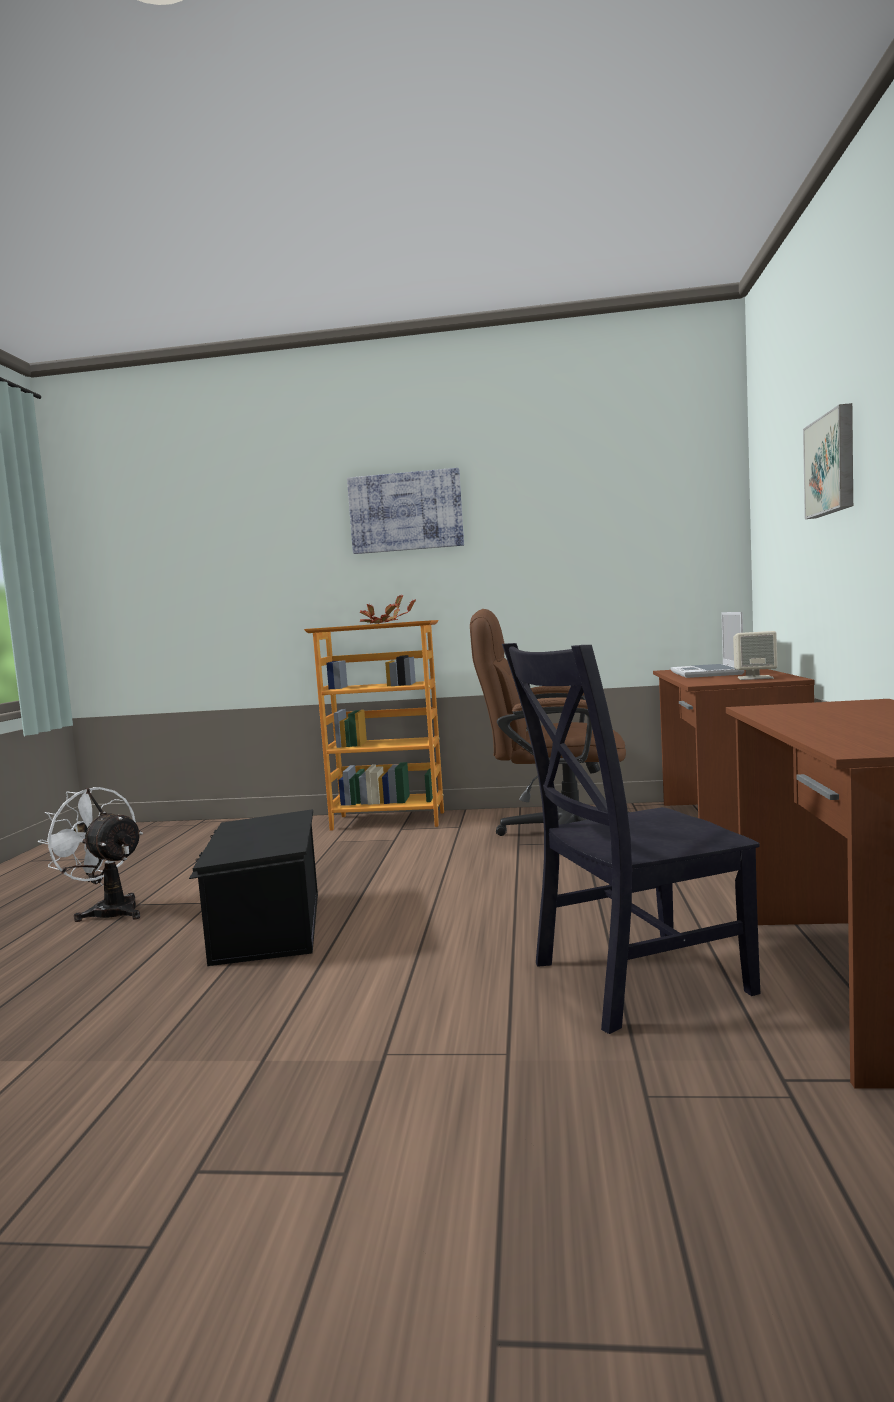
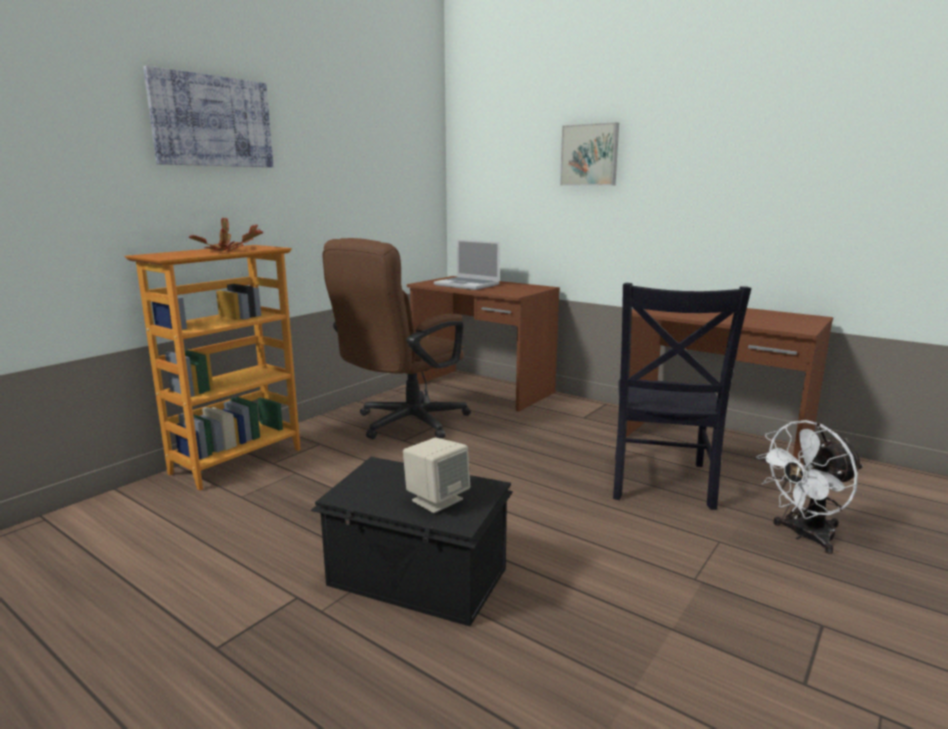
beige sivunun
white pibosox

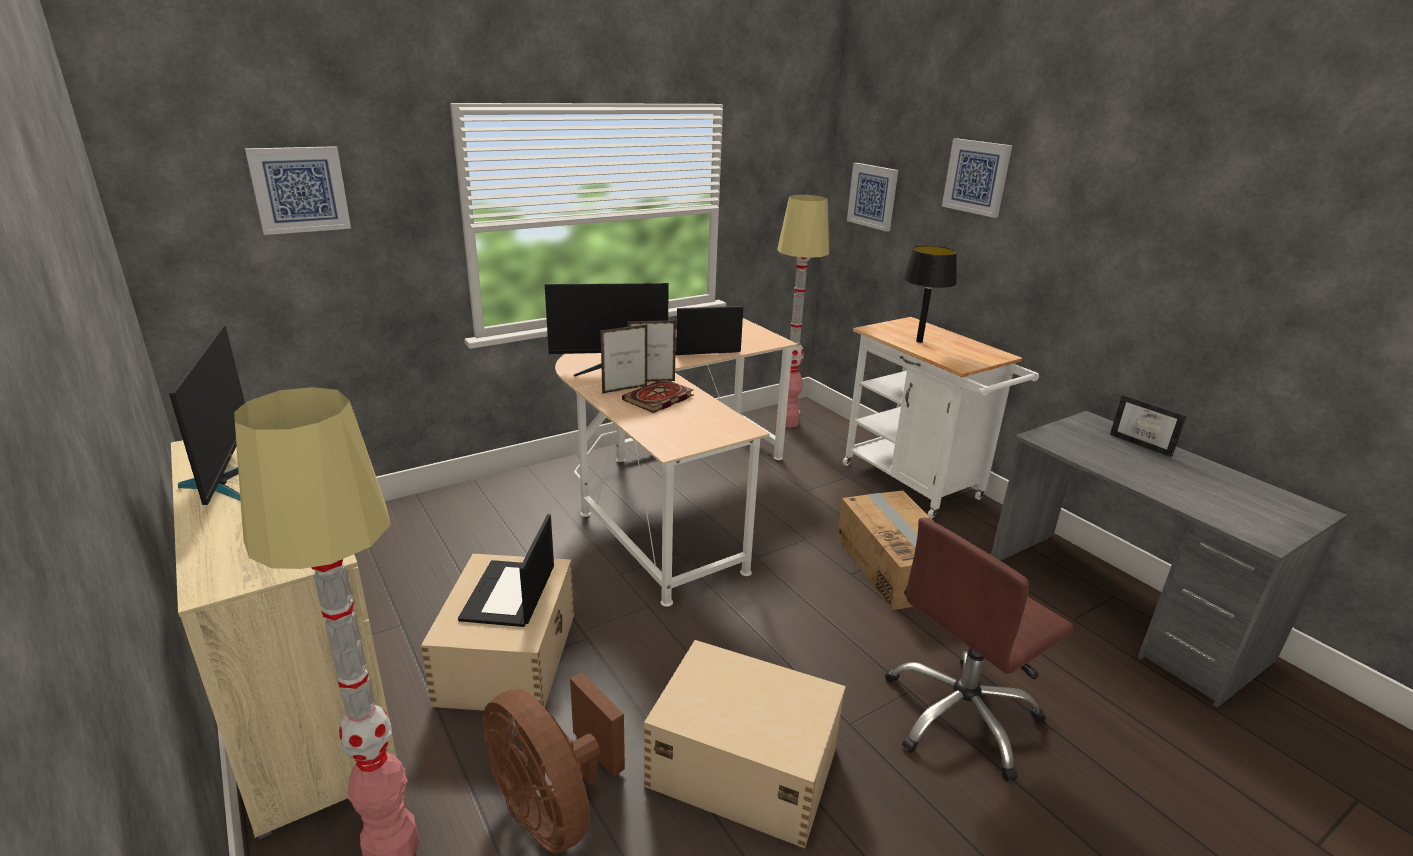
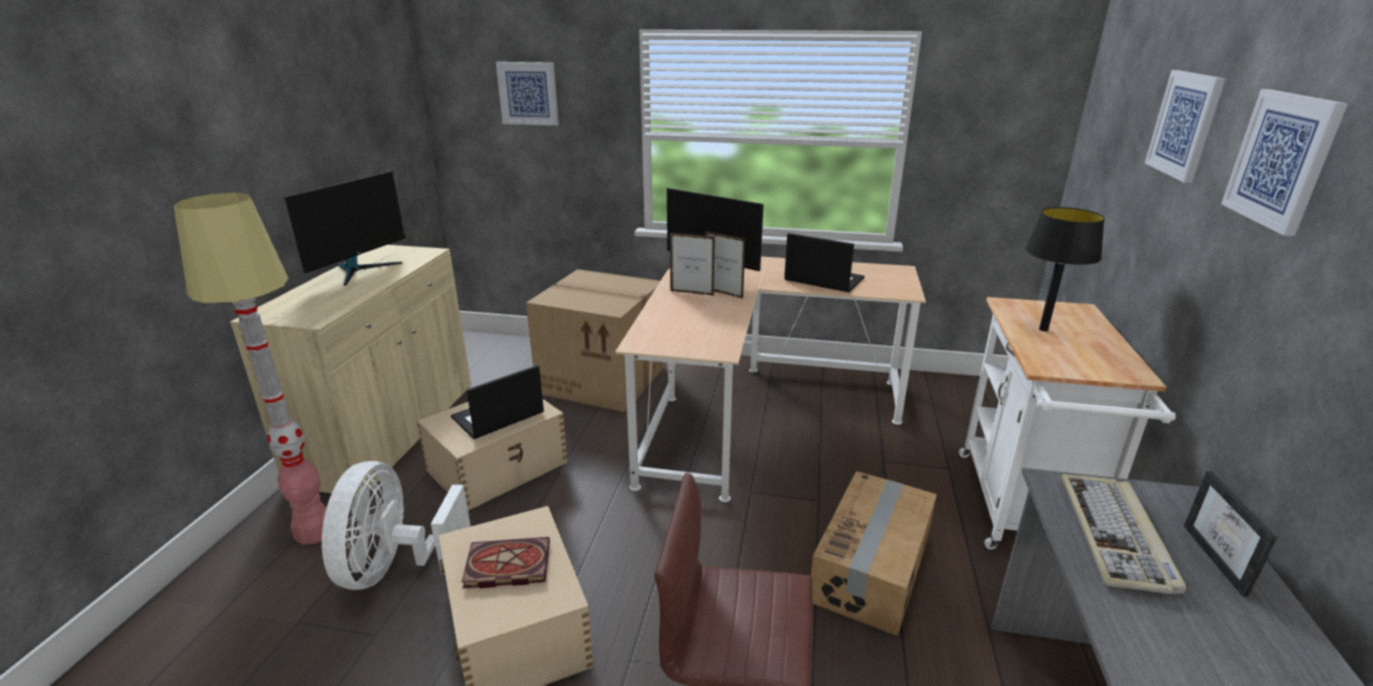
white pibosox
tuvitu
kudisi (1st from left)
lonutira
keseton (3rd from left)
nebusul (2nd from left in the first image)

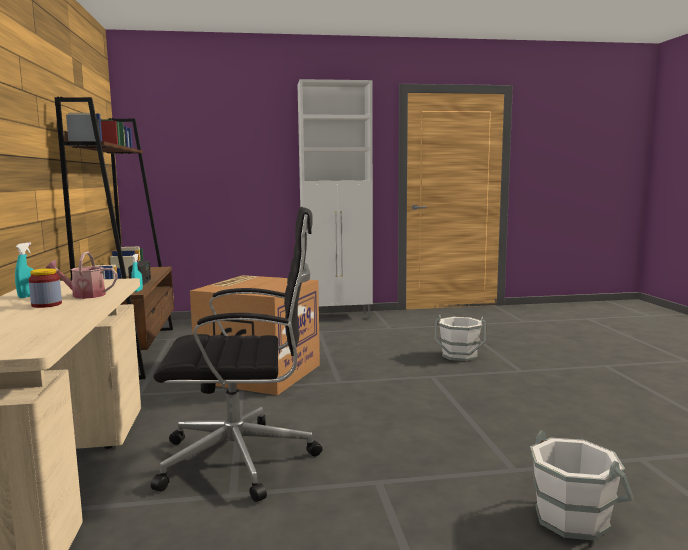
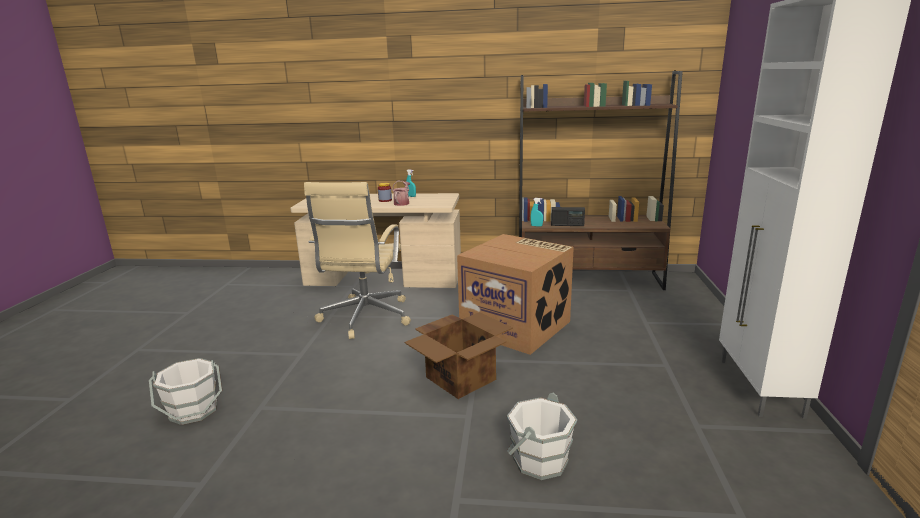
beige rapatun
kudisi (1st from left)

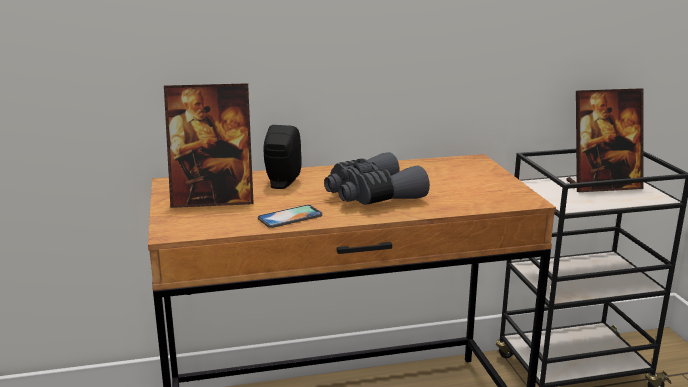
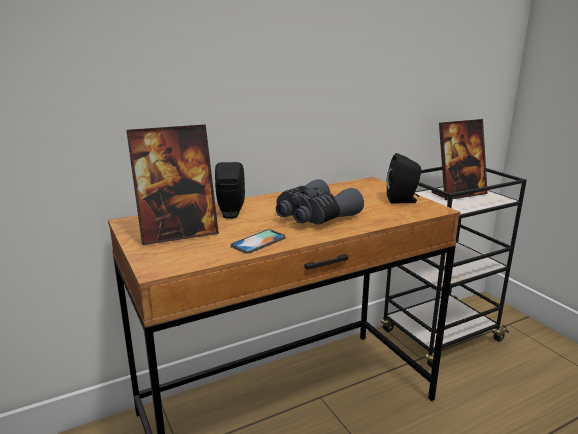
black sivunun (2nd from left)

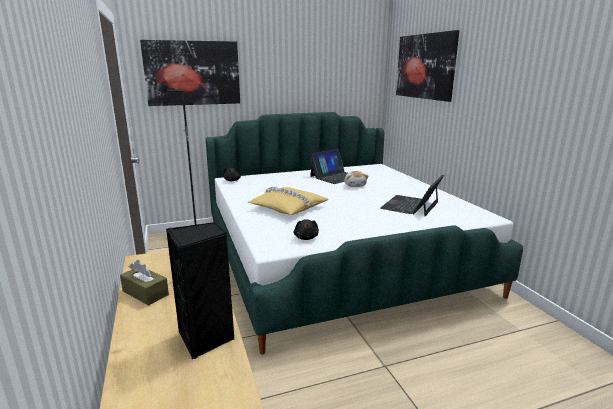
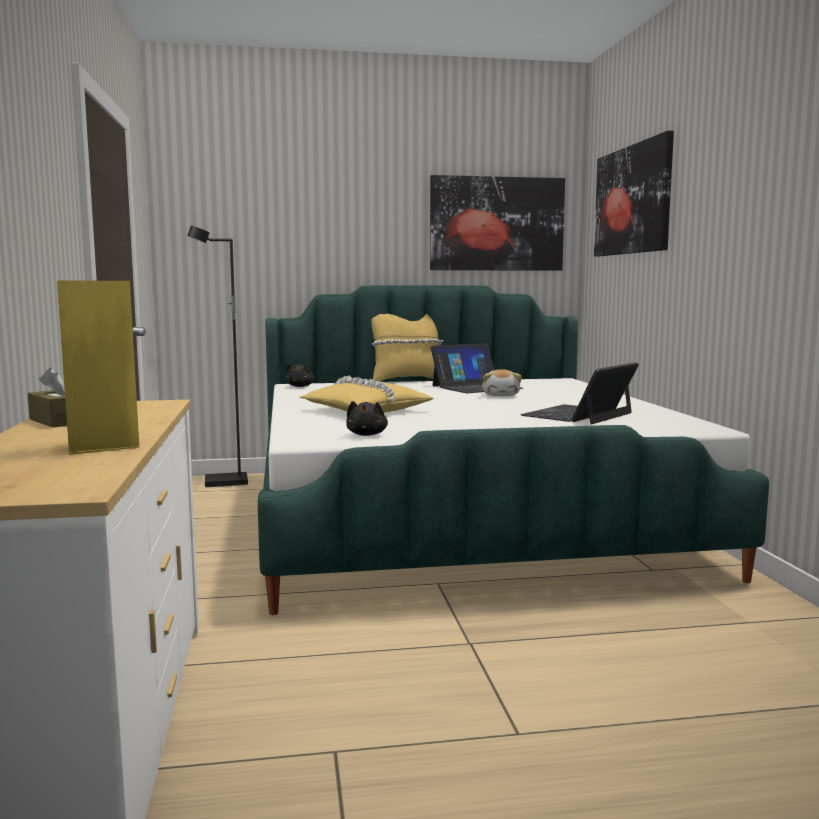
yellow sivunun
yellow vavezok (2nd from left)
keseton (1st from left)

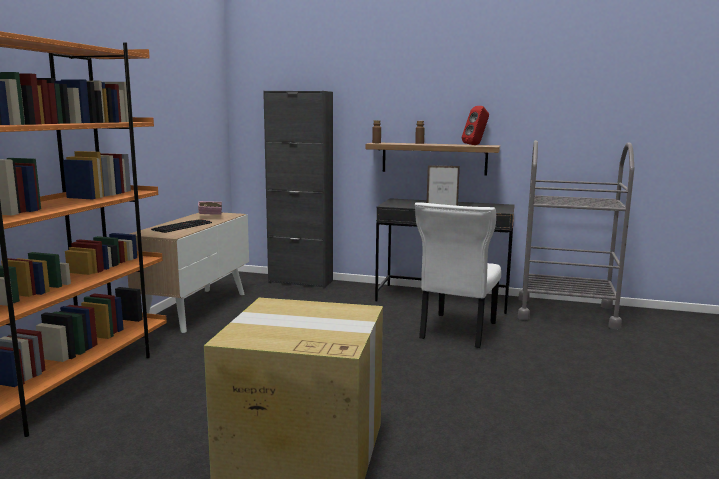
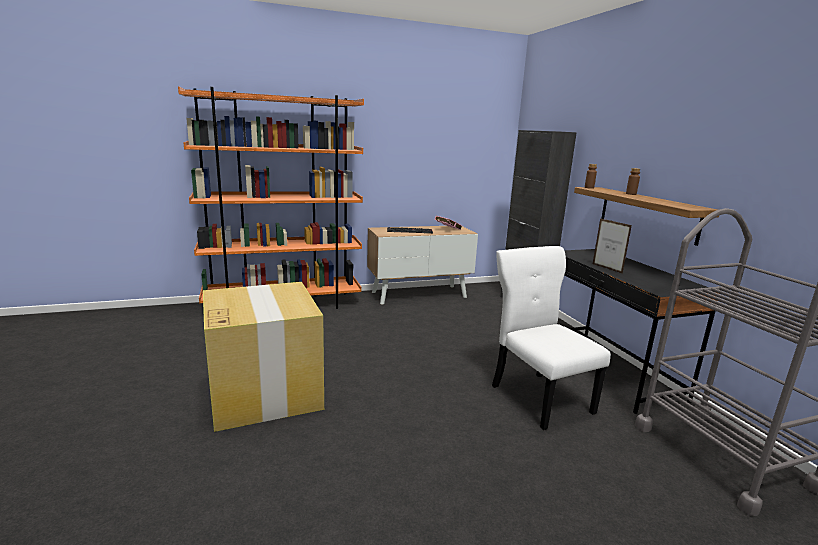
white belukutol
red sivunun

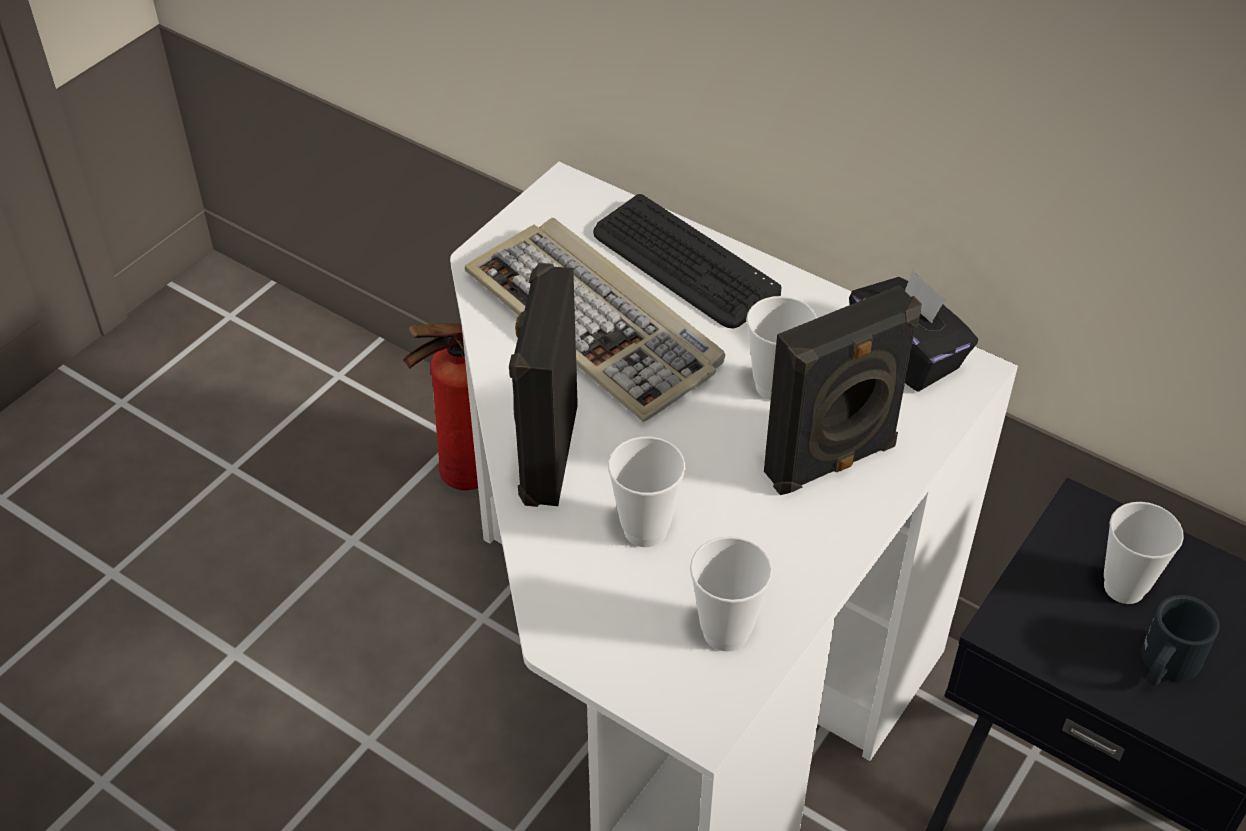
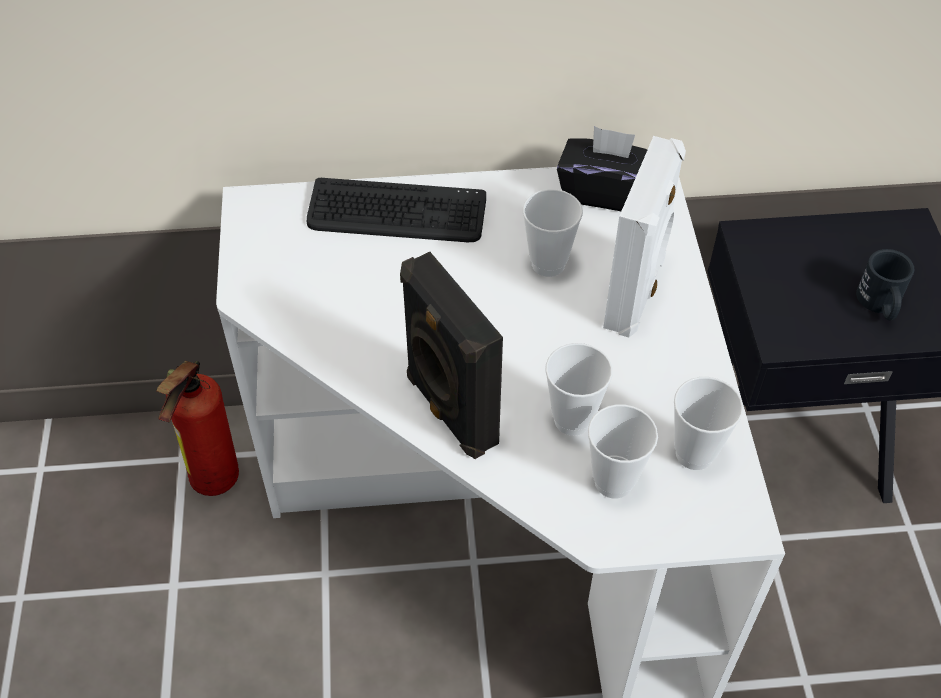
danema (3rd from left)
white sivunun
lonutira (1st from left in the first image)

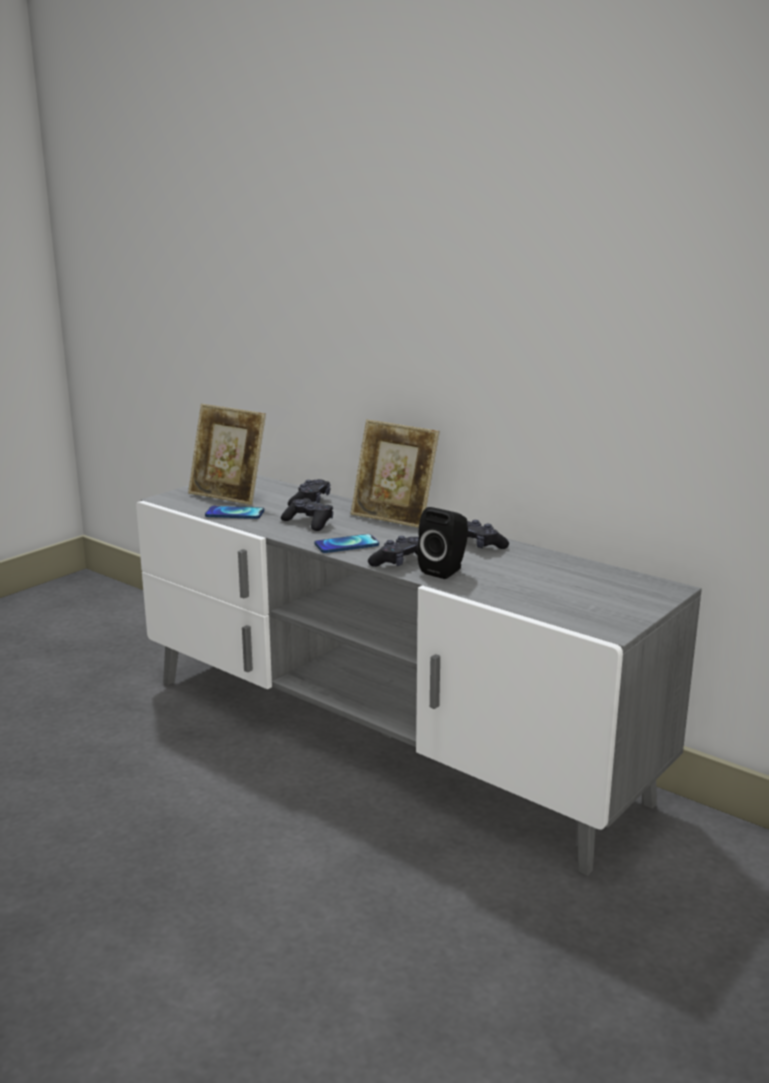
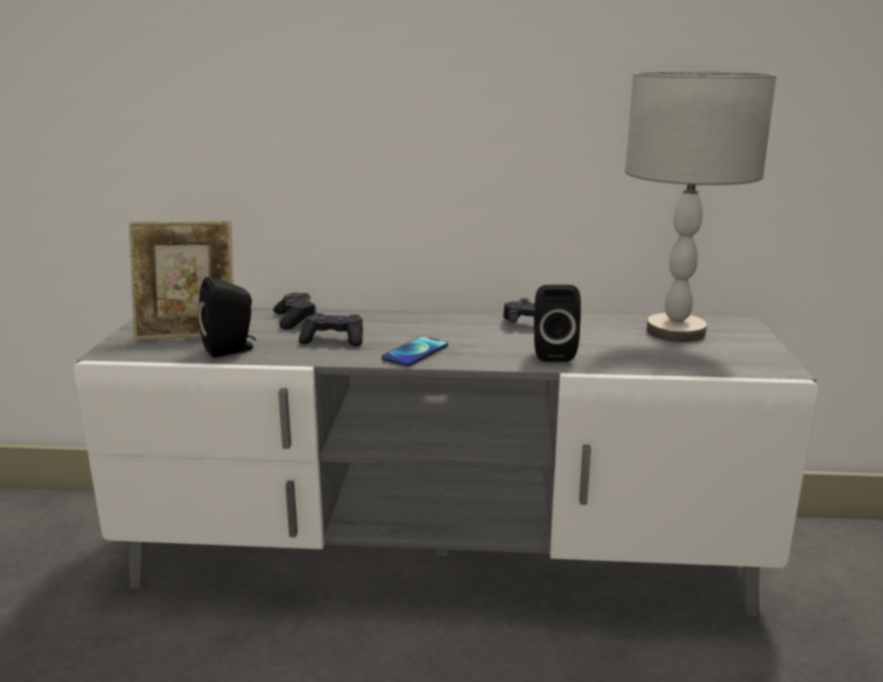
black sivunun (1st from left)
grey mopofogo
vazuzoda (2nd from left in the first image)
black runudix (3rd from left in the first image)

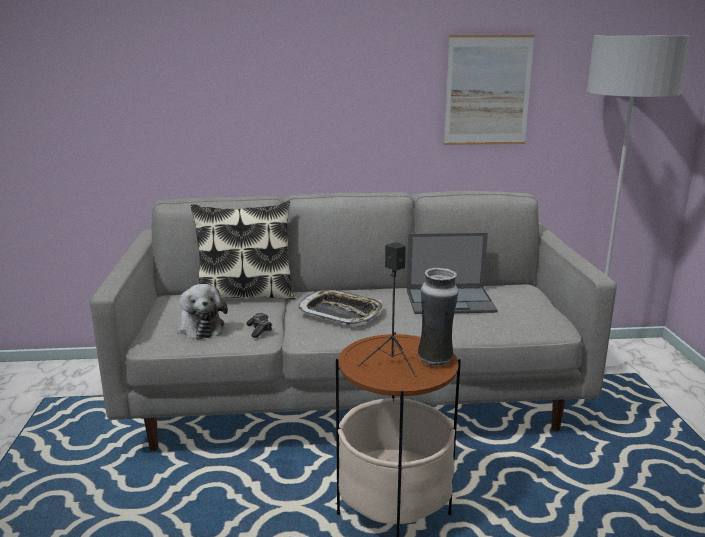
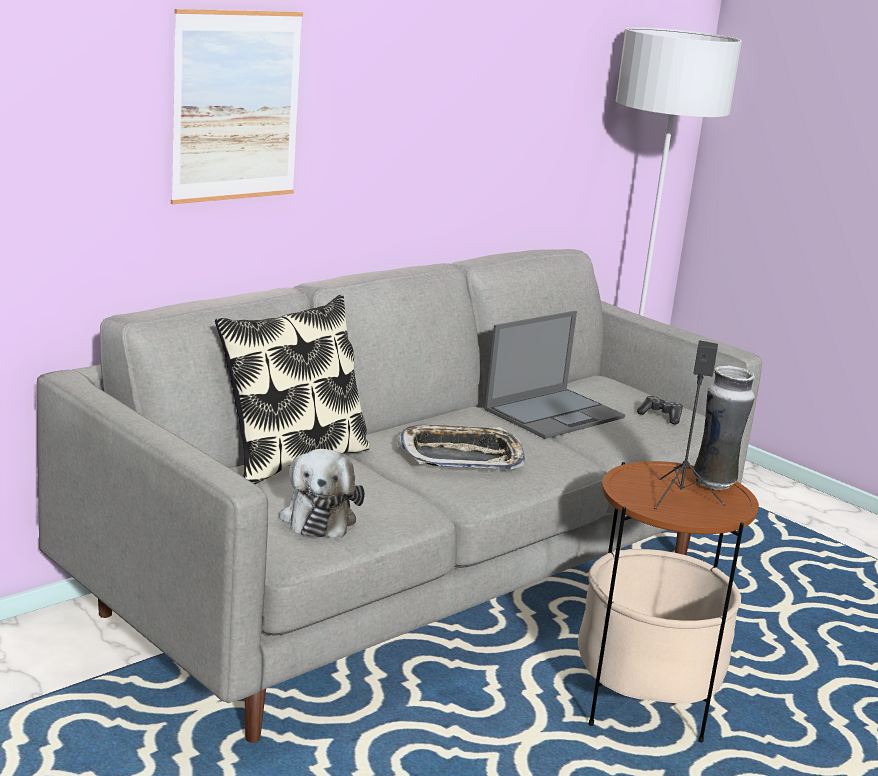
keseton
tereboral
runudix

